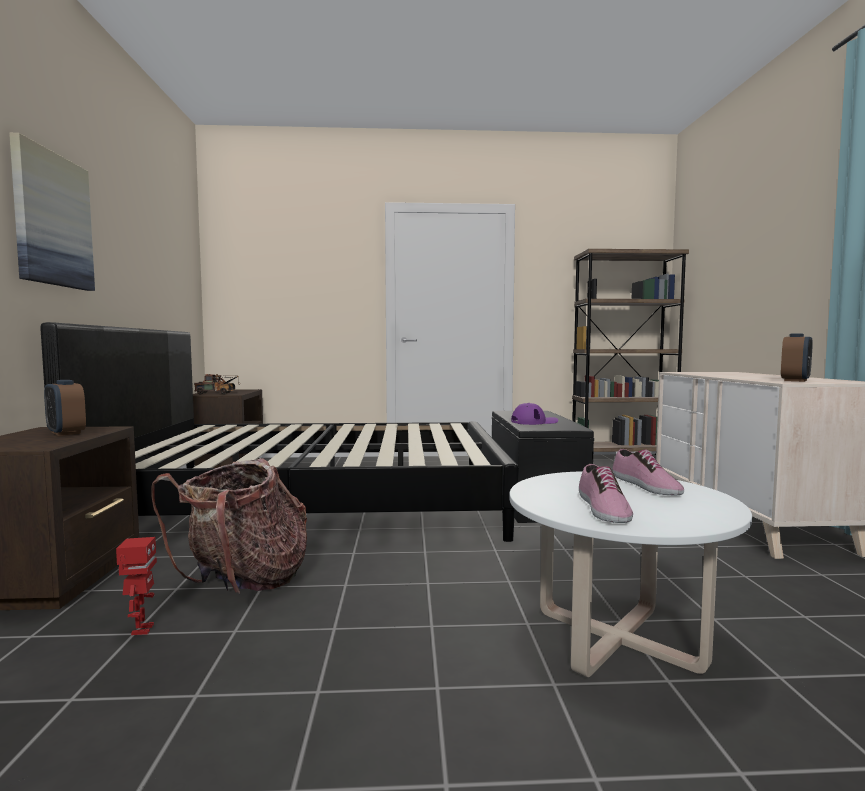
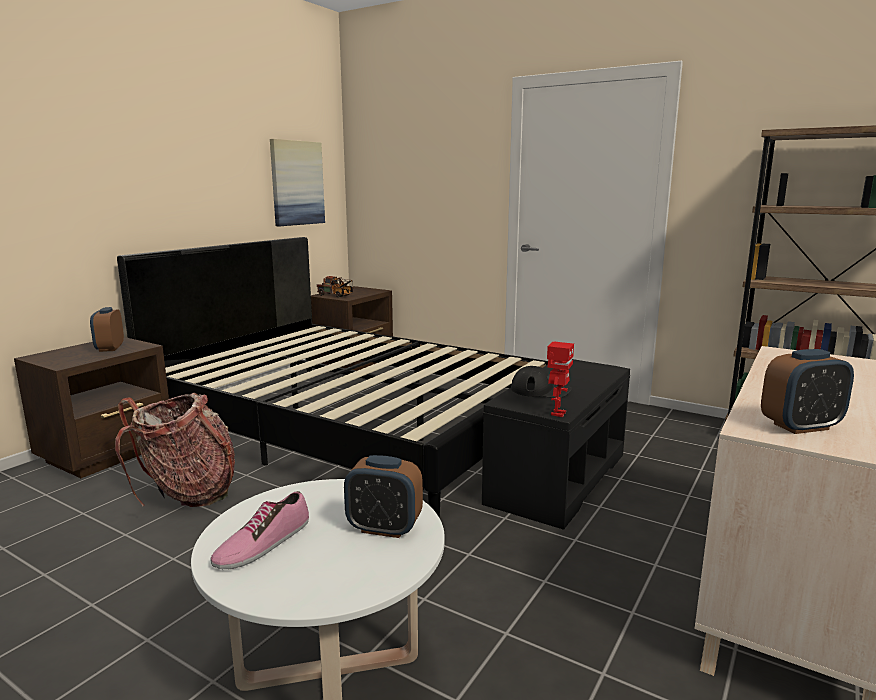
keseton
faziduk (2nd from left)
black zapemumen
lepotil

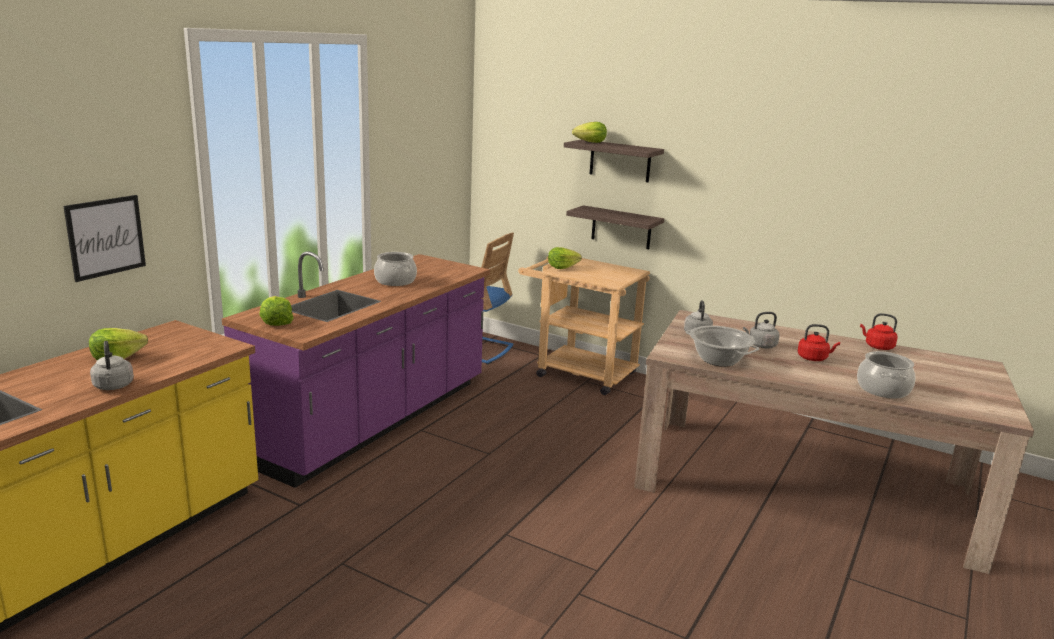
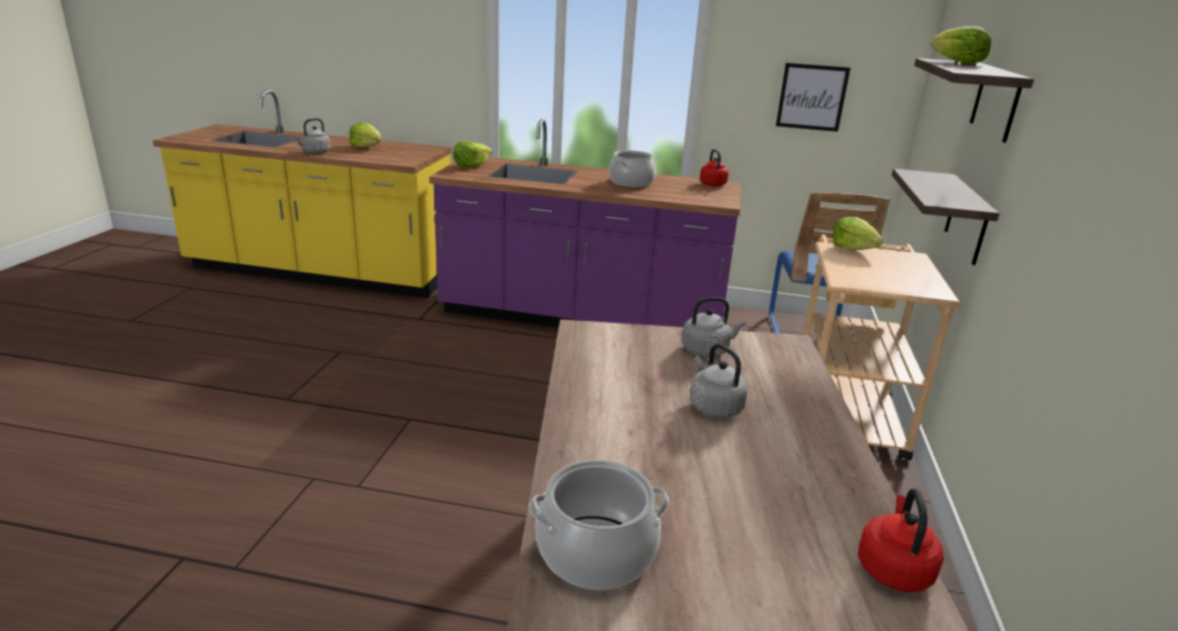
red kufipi (1st from left)
keseton
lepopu (2nd from left in the first image)

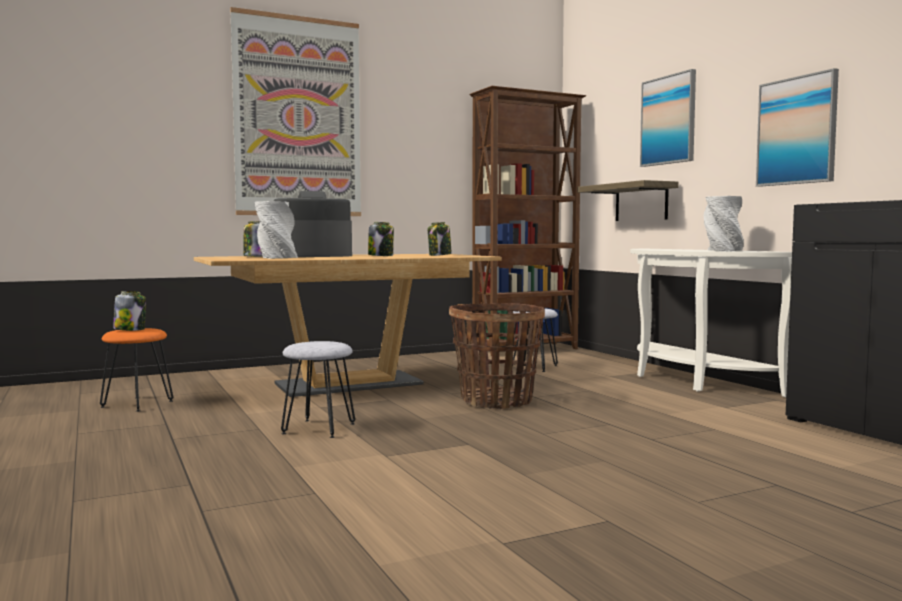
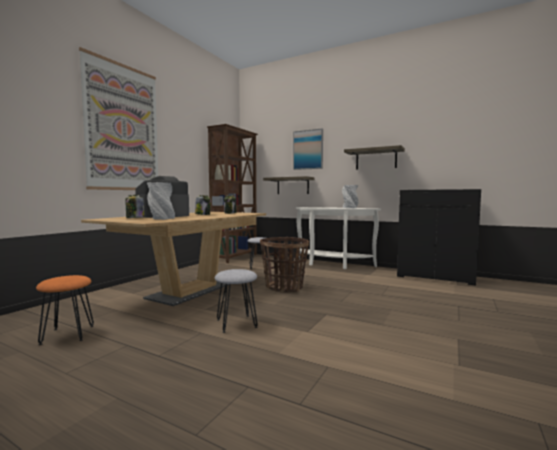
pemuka (2nd from left)
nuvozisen (1st from left in the first image)

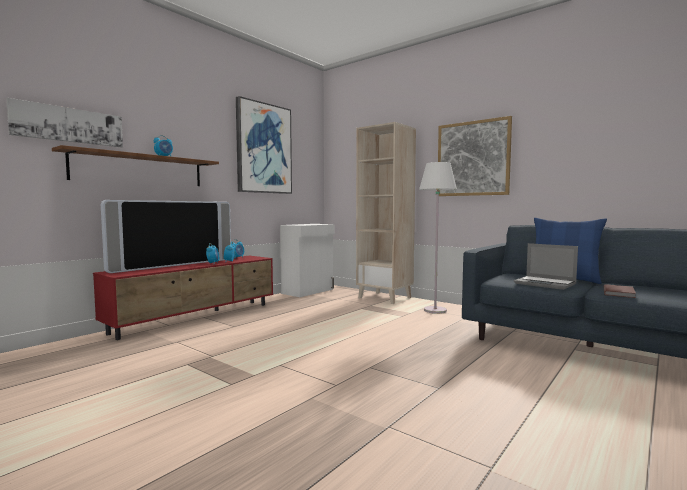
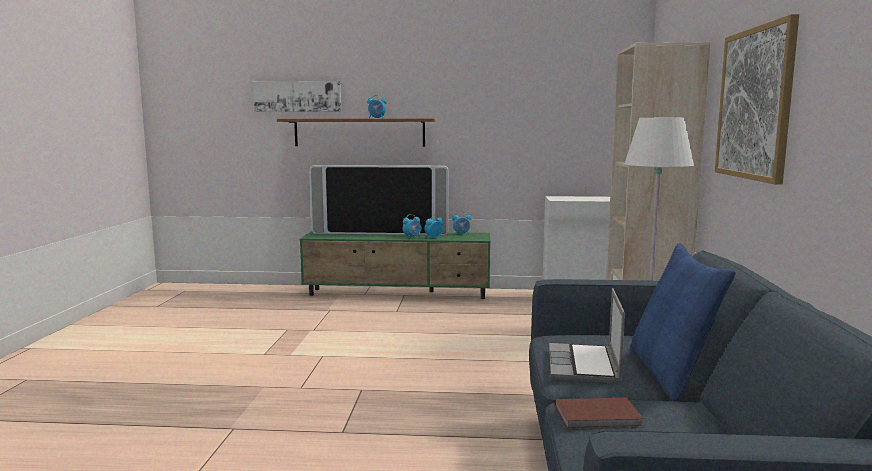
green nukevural
keseton (2nd from left in the first image)

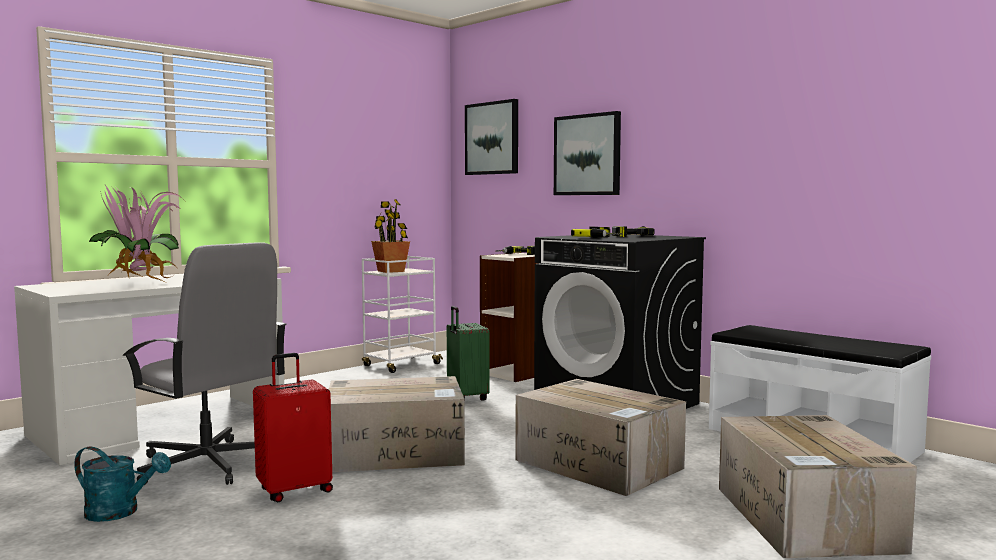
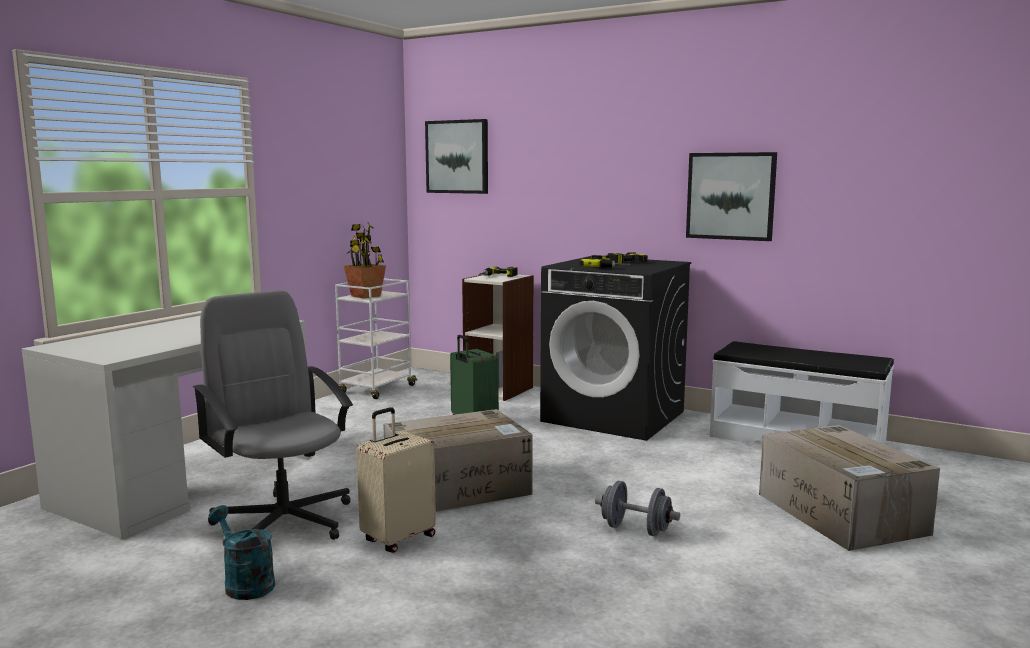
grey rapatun
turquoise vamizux
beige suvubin
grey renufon
keseton (2nd from left)
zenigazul (1st from left in the first image)
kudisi (2nd from left in the first image)

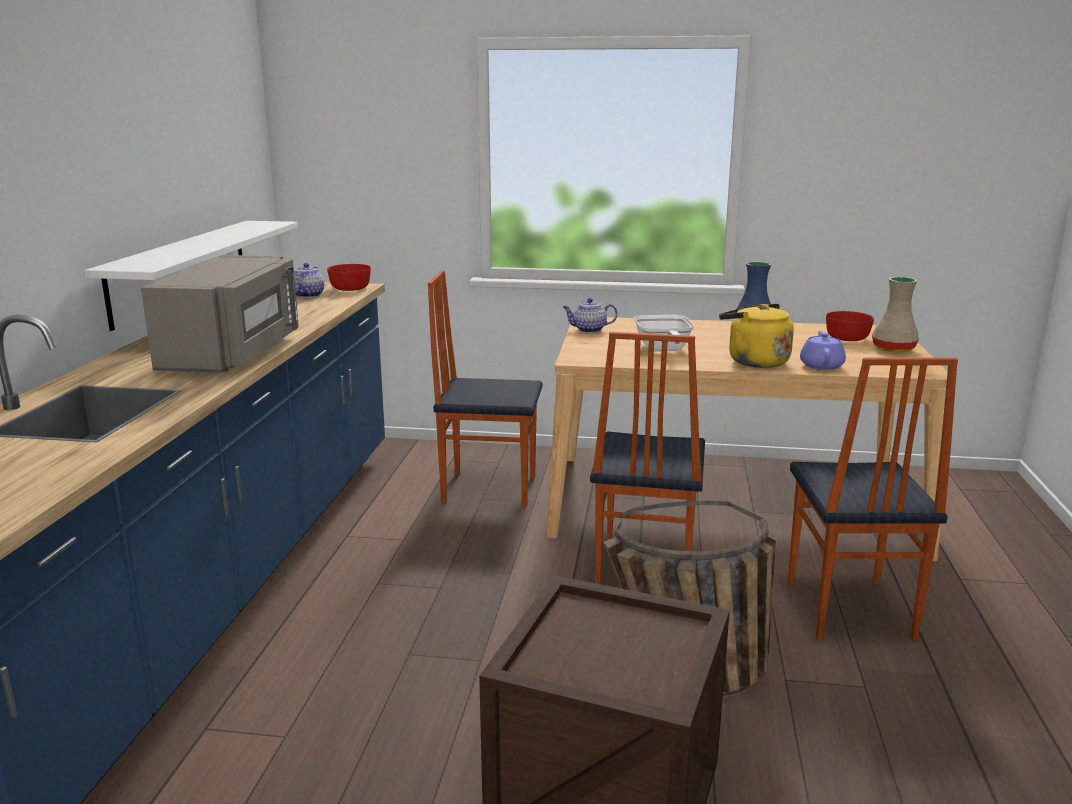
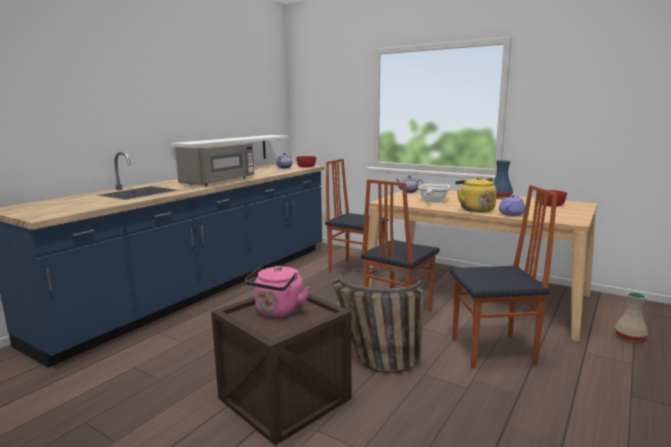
pink kufipi
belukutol (3rd from left)
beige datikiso

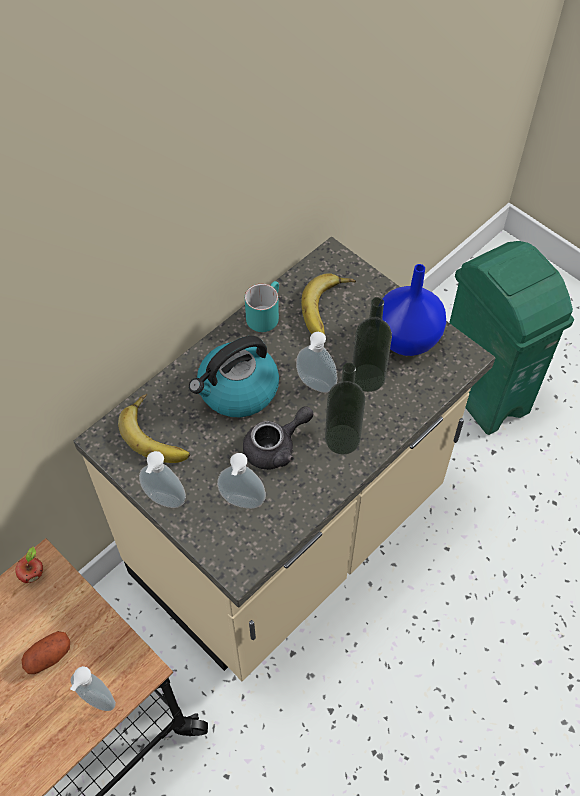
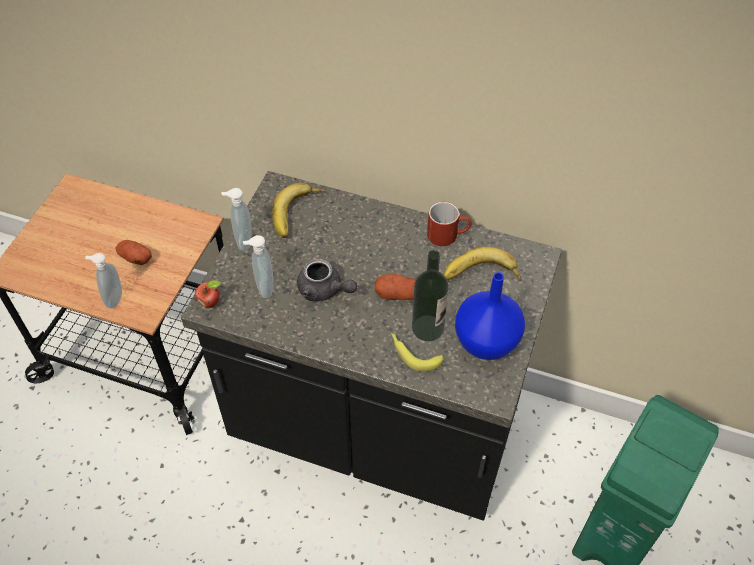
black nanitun
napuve
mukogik (2nd from left)
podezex (2nd from left)
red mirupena
kufipi
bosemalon (1st from left in the first image)

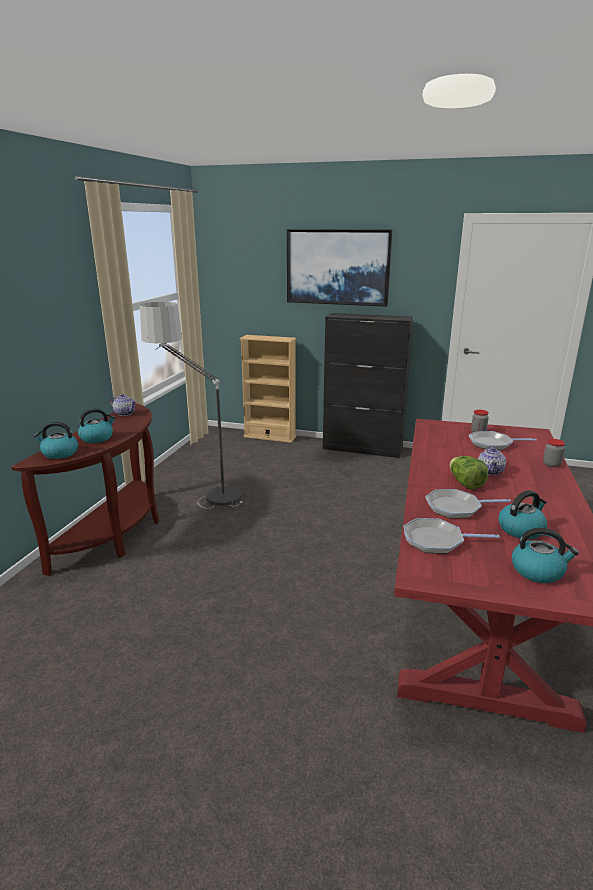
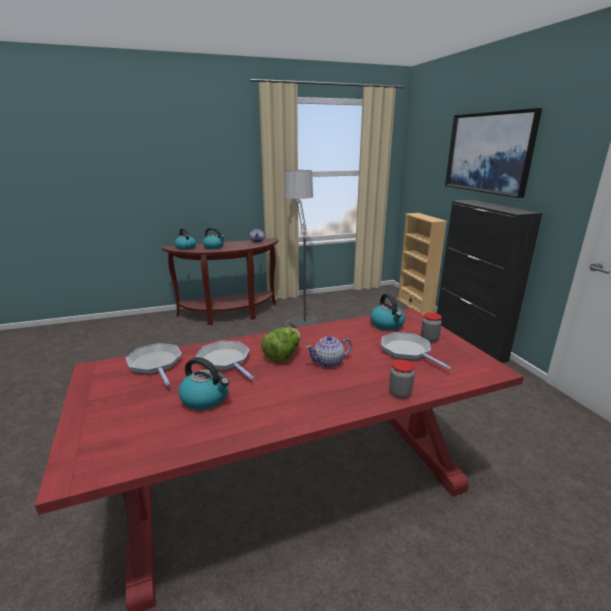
kufipi (4th from left)

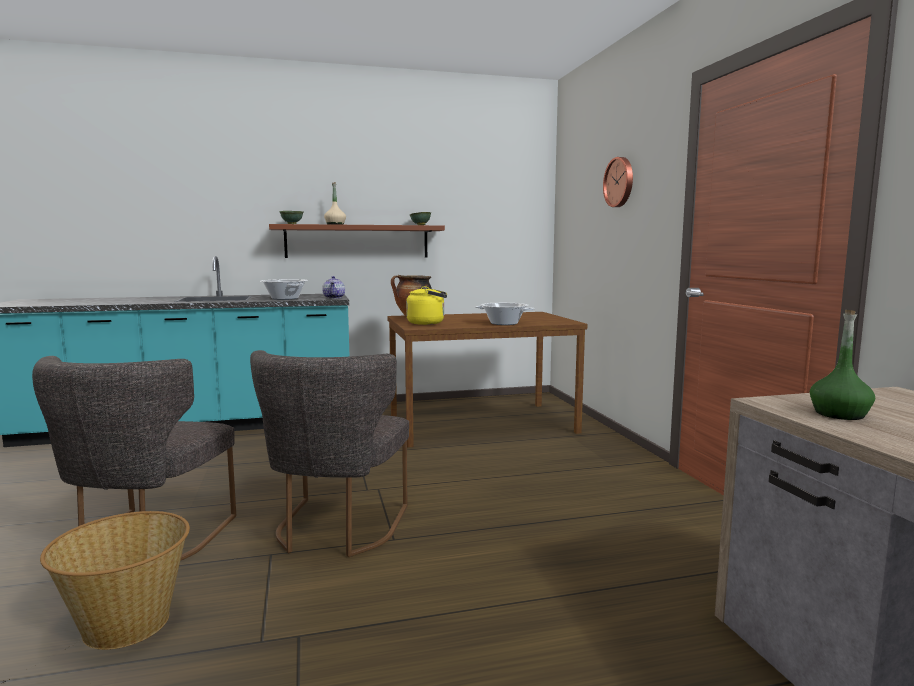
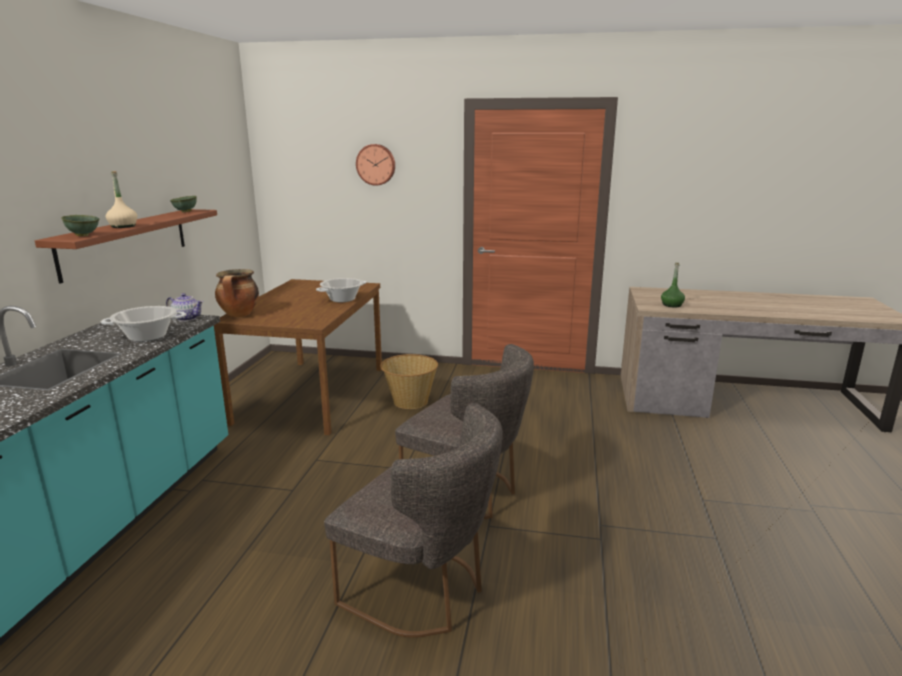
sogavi
yellow kufipi

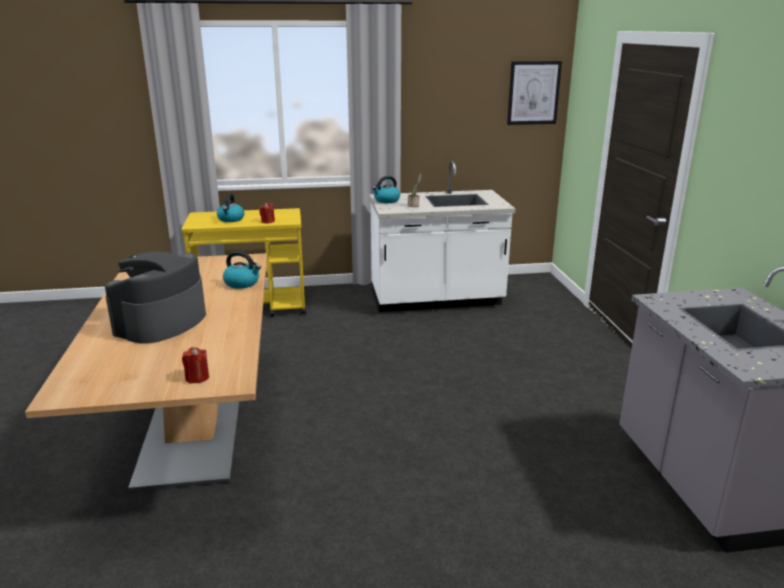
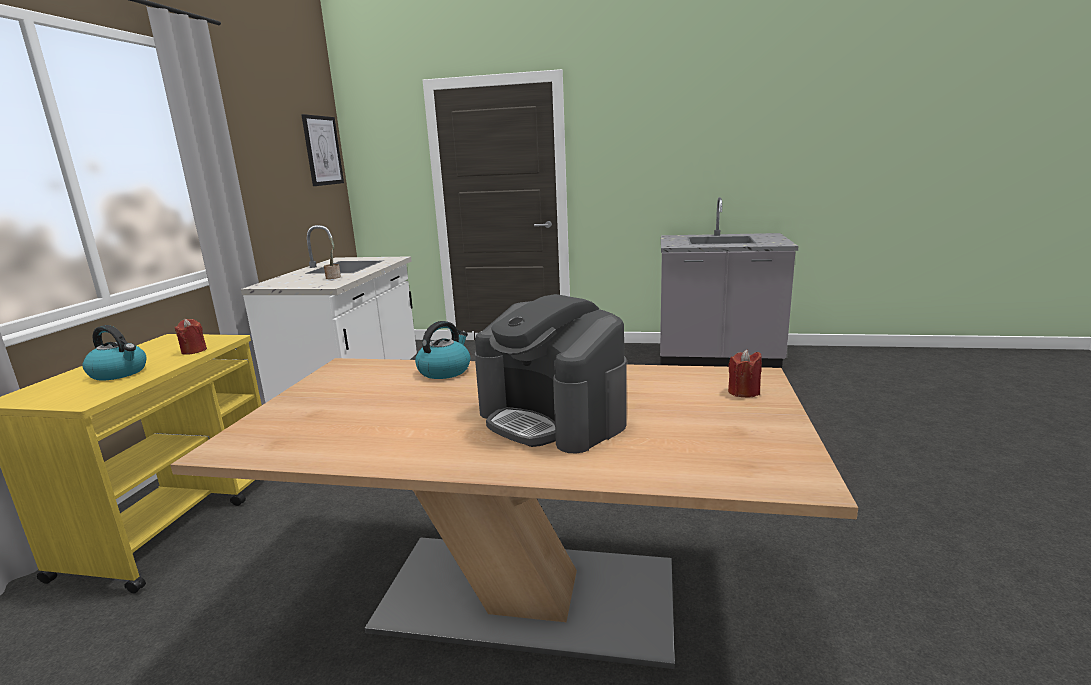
kufipi (3rd from left in the first image)

